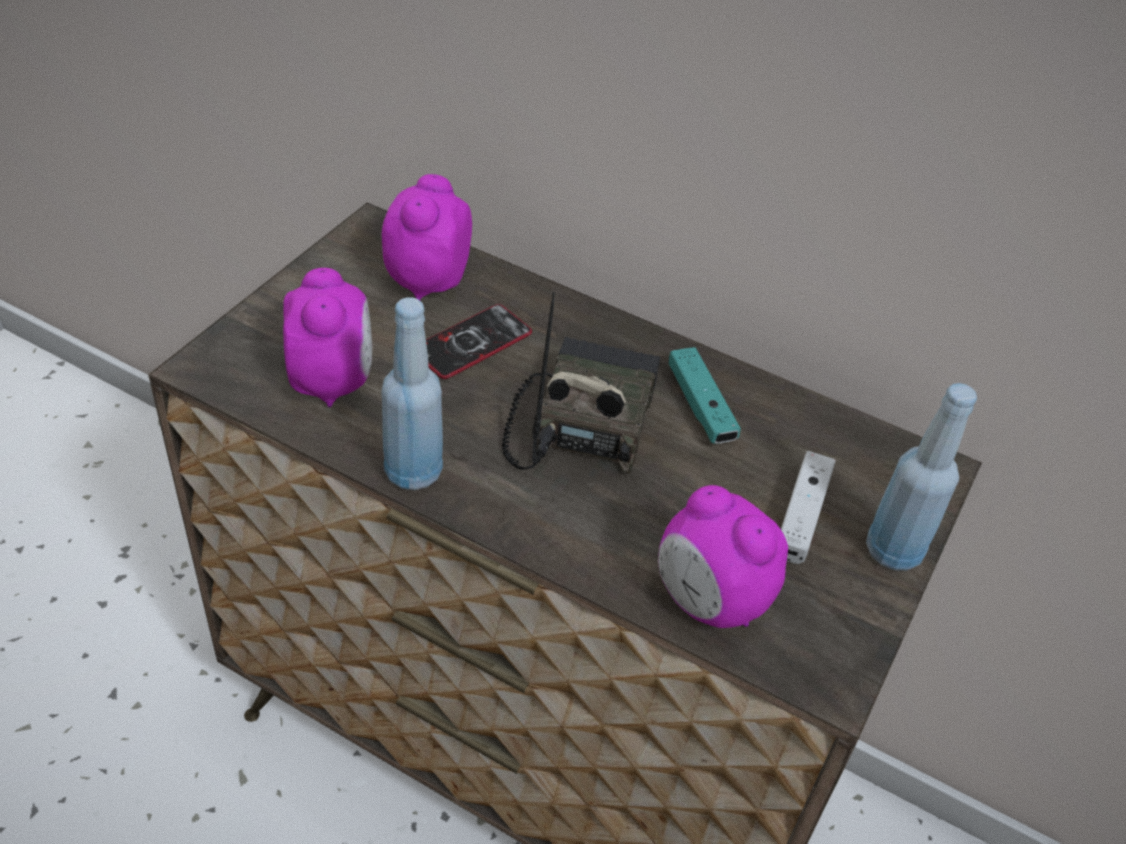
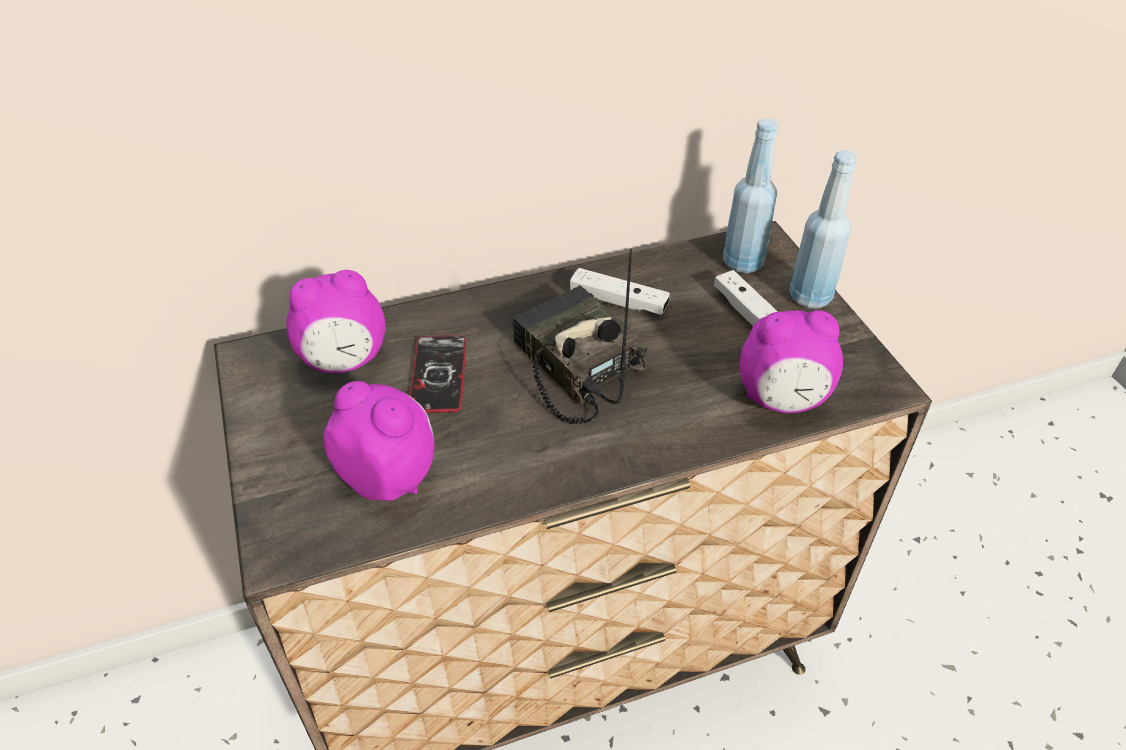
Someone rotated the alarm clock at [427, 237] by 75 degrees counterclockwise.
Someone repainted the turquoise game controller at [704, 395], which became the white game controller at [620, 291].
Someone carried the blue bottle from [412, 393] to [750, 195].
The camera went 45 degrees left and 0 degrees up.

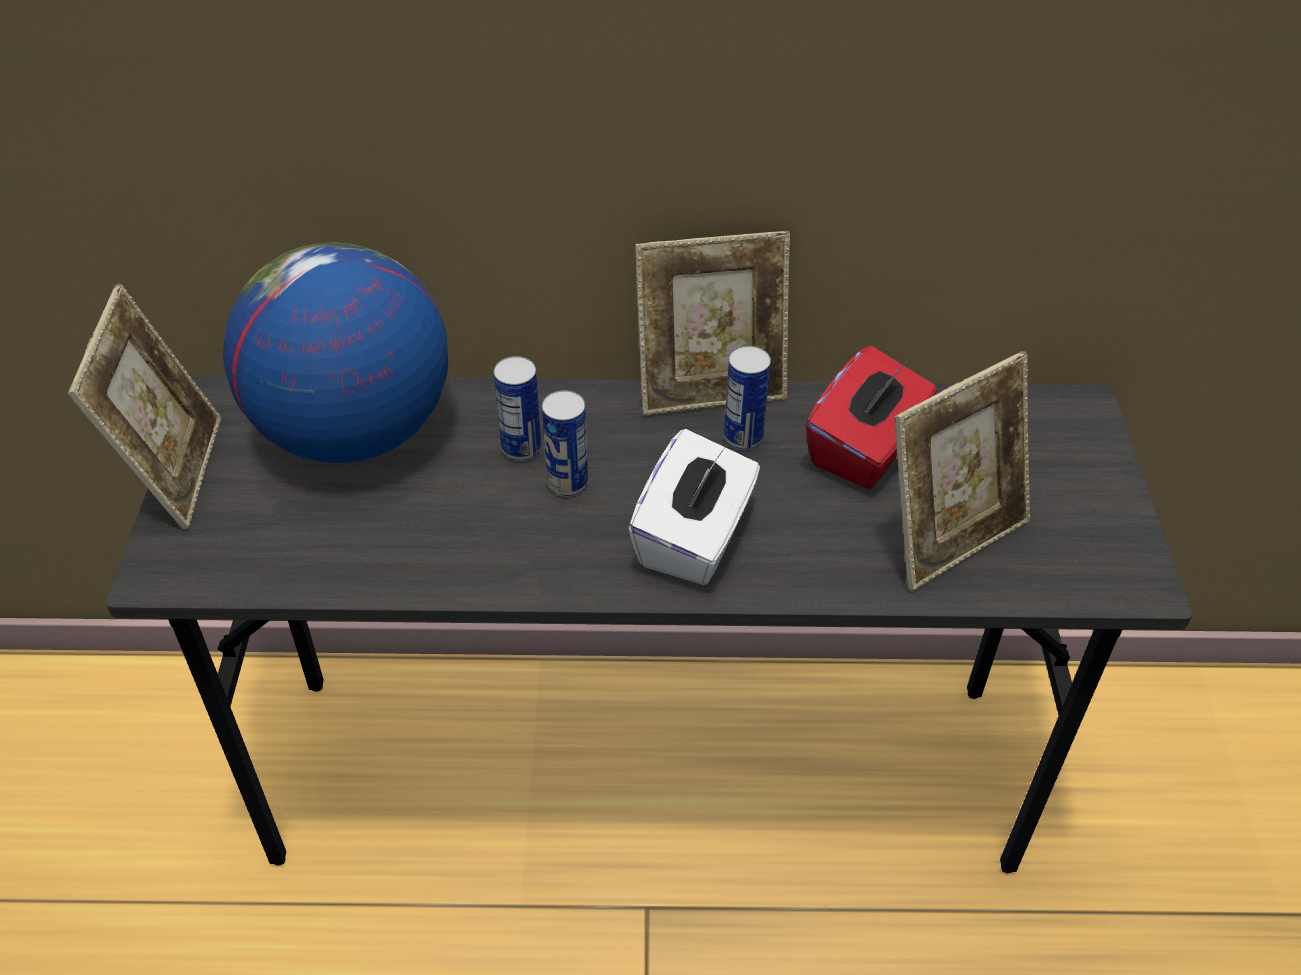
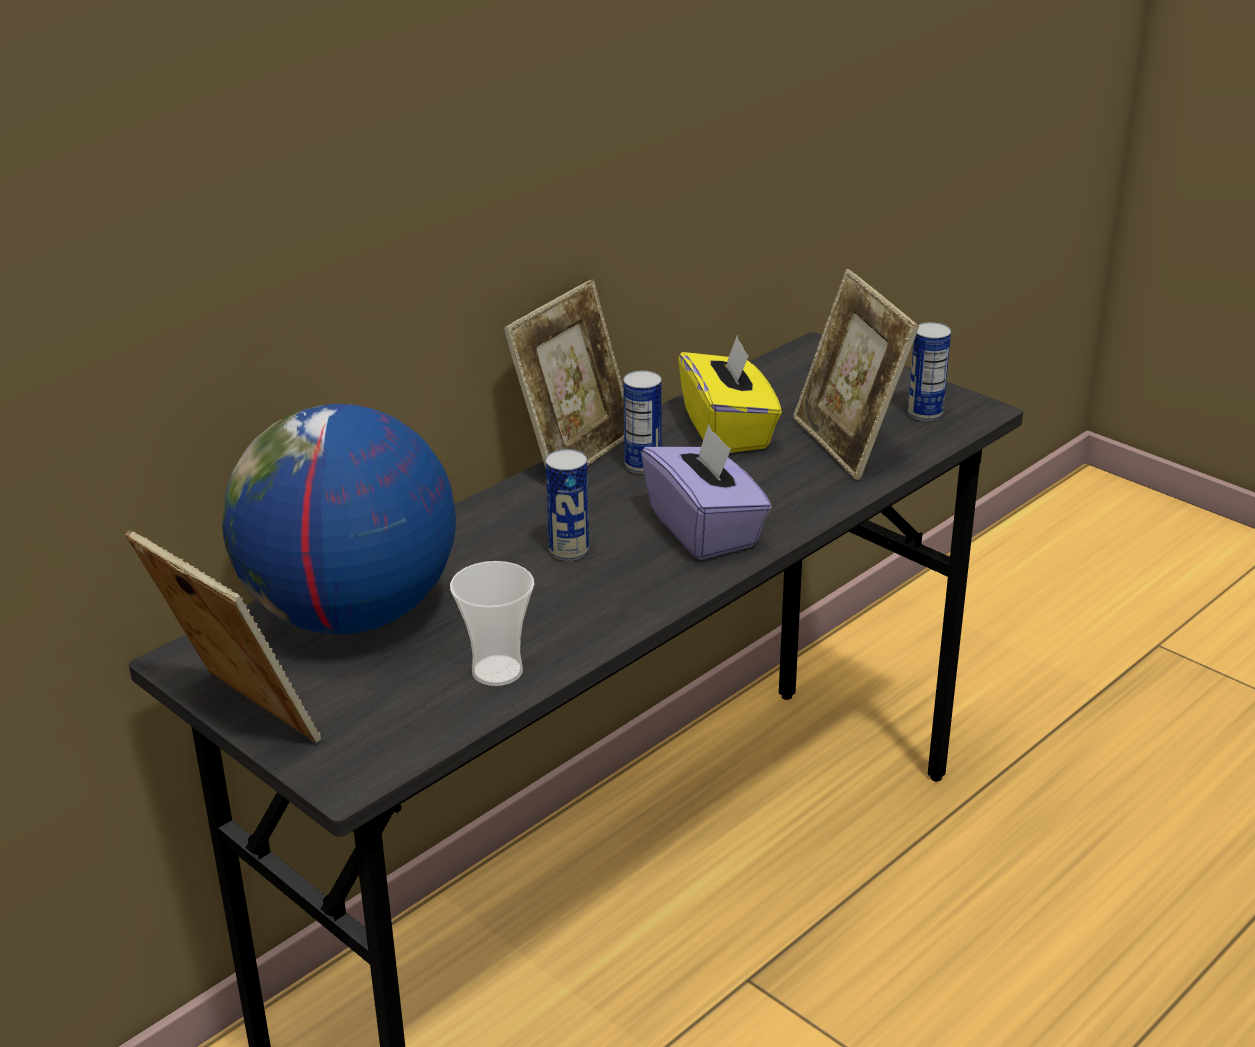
Someone put down the cup at [492, 623].
Someone repainted the white tissue box at [694, 507], which became the purple tissue box at [706, 492].
Someone repainted the red tissue box at [871, 417], which became the yellow tissue box at [730, 394].
Someone rotated the picture frame at [962, 471] by 150 degrees clockwise.
Someone carried the can from [517, 408] to [929, 371].
The camera went 45 degrees left and 15 degrees down.

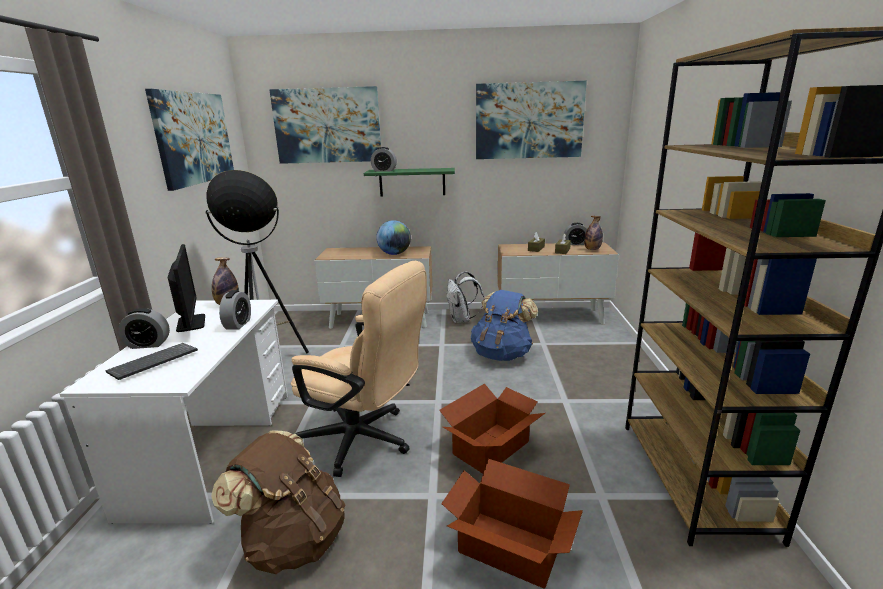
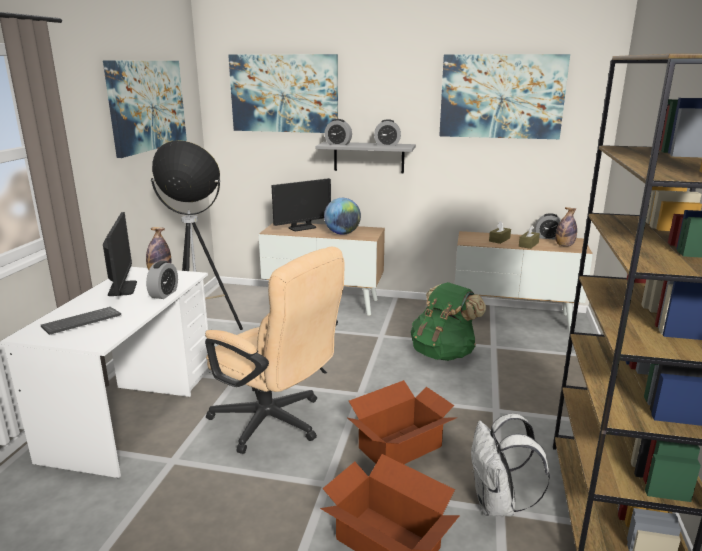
Someone put down the monitor at [301, 204].
Someone repainted the green shelf at [409, 182], which became the grey shelf at [365, 157].
Someone carried the alarm clock from [144, 328] to [387, 132].
Someone repainted the blue backpack at [504, 325], which became the green backpack at [448, 321].
Someone carried the white backpack from [465, 297] to [510, 465].
Someone took away the brown backpack at [278, 502].
The camera went 10 degrees right and 0 degrees up.

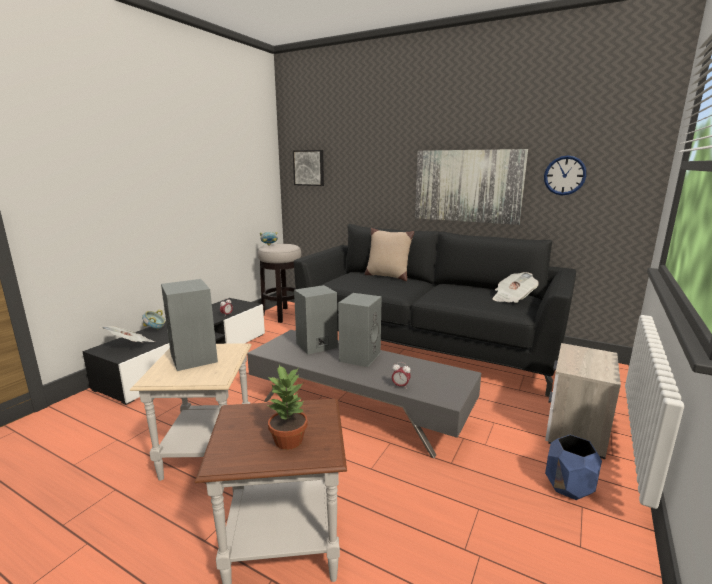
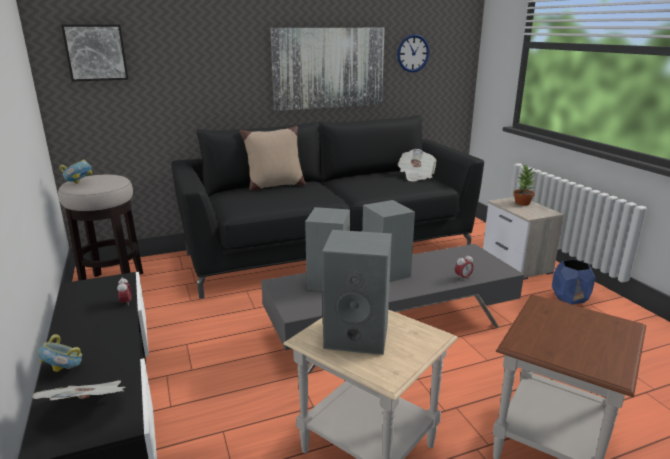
Someone carried the potted plant from [287, 407] to [524, 185].
The camera went 50 degrees left and 5 degrees up.

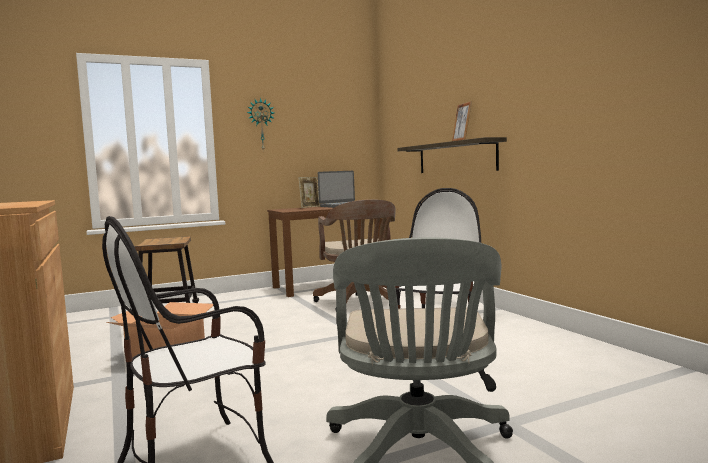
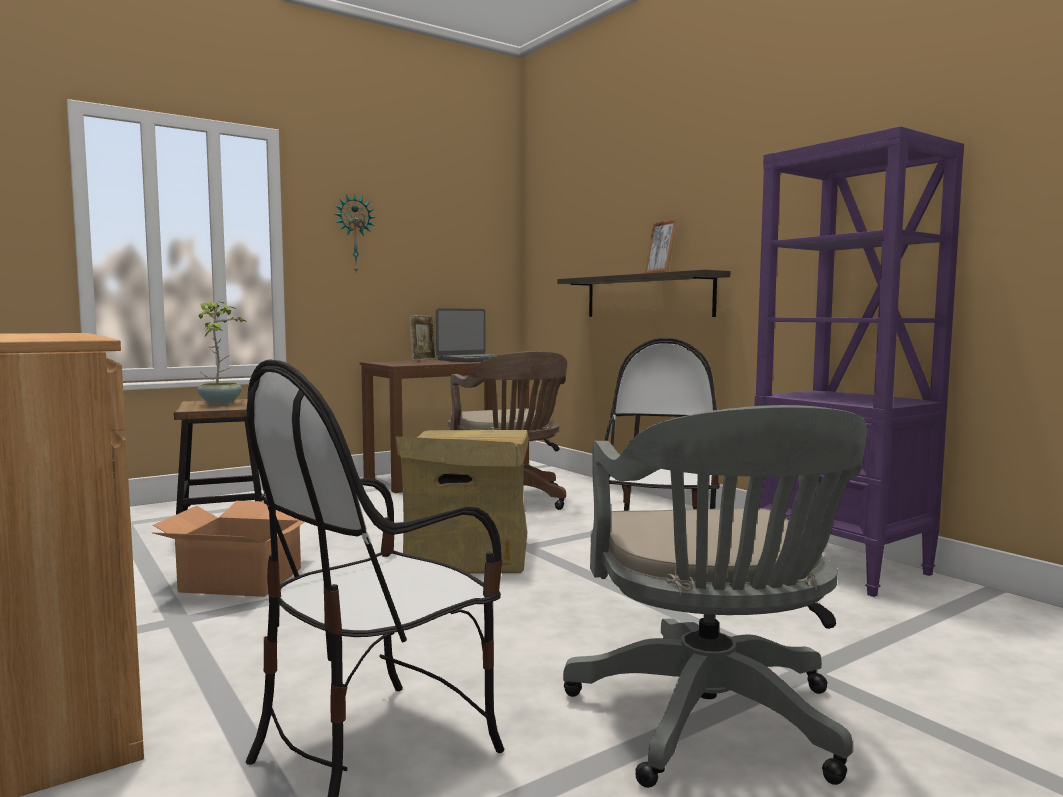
Someone put down the potted plant at [222, 352].
Someone put down the cardboard box at [462, 502].
Someone put down the purple bookcase at [859, 361].
The camera went 10 degrees left and 0 degrees up.

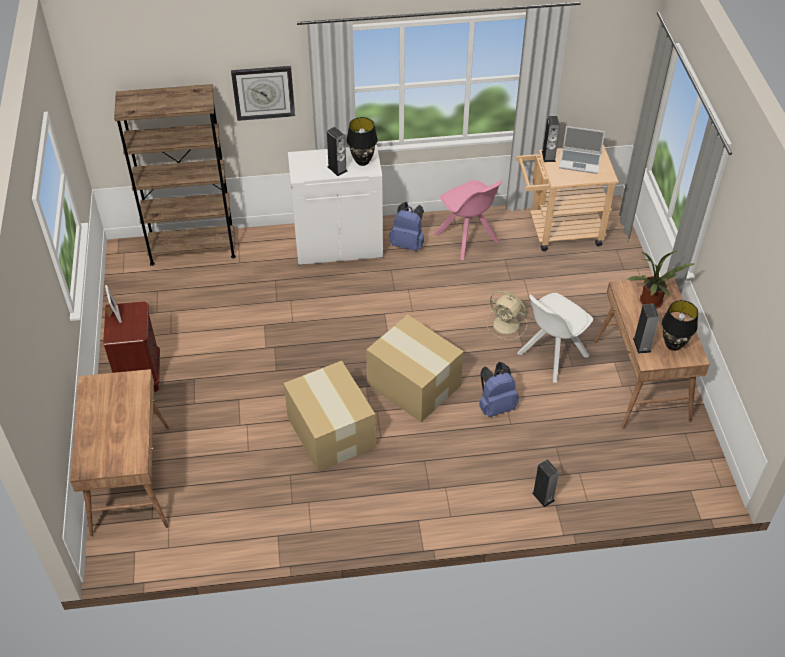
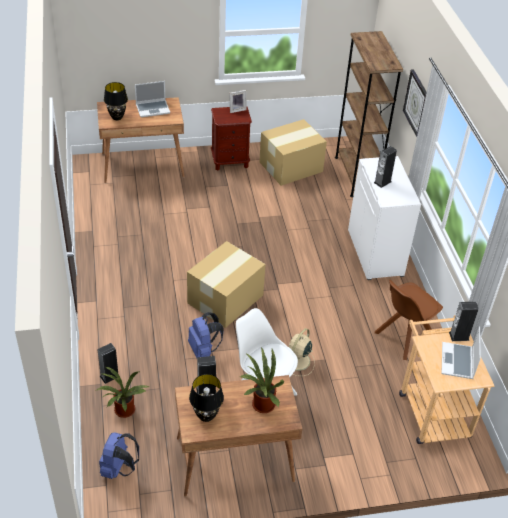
Someone put down the potted plant at [123, 392].
Someone carried the blue backpack from [406, 226] to [119, 456].
Someone carried the black table lamp from [362, 141] to [116, 101].
Someone put down the laptop at [152, 99].
Someone carried the cardboard box from [329, 416] to [293, 152].
Someone repainted the pink chair at [468, 220], which became the brown chair at [409, 320].
The camera went 85 degrees right and 5 degrees down.

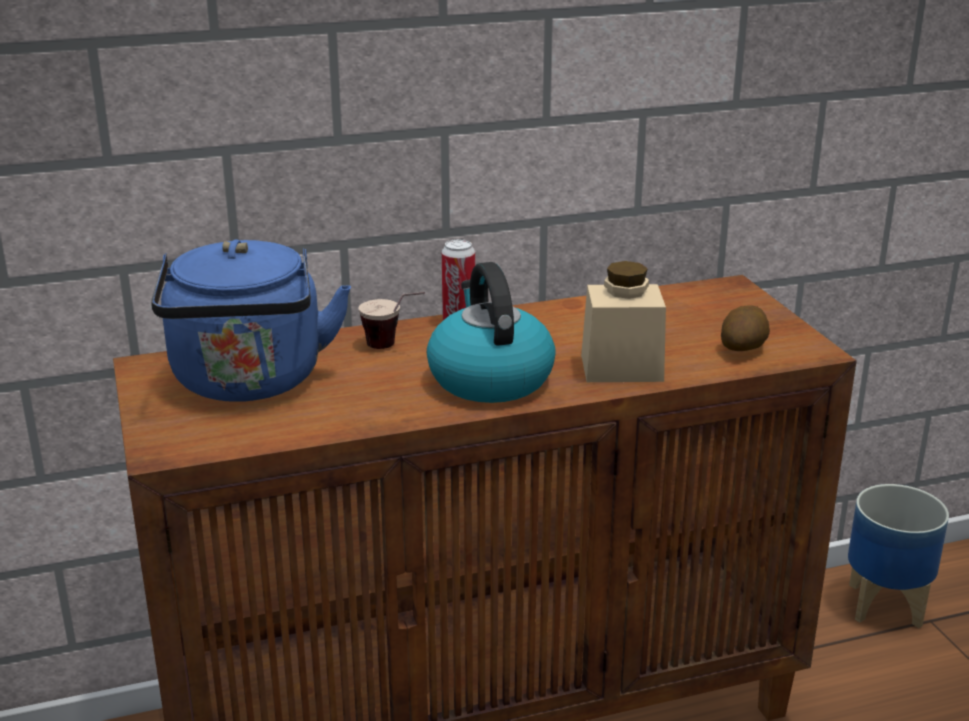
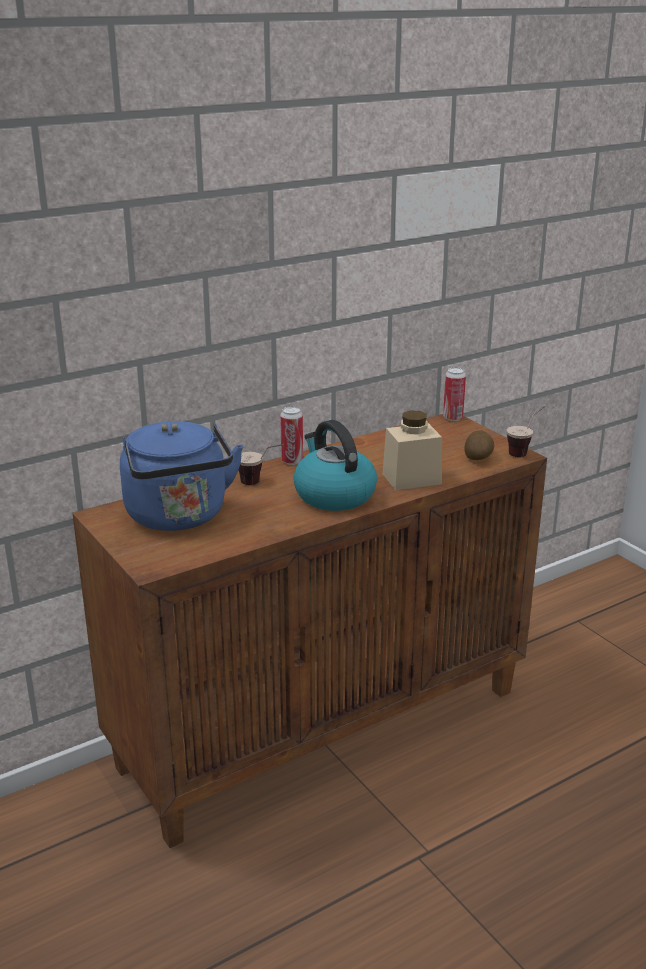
Someone put down the can at [454, 394].
Someone put down the cup at [526, 431].
Someone took away the planter at [898, 556].
The camera went 15 degrees left and 0 degrees up.

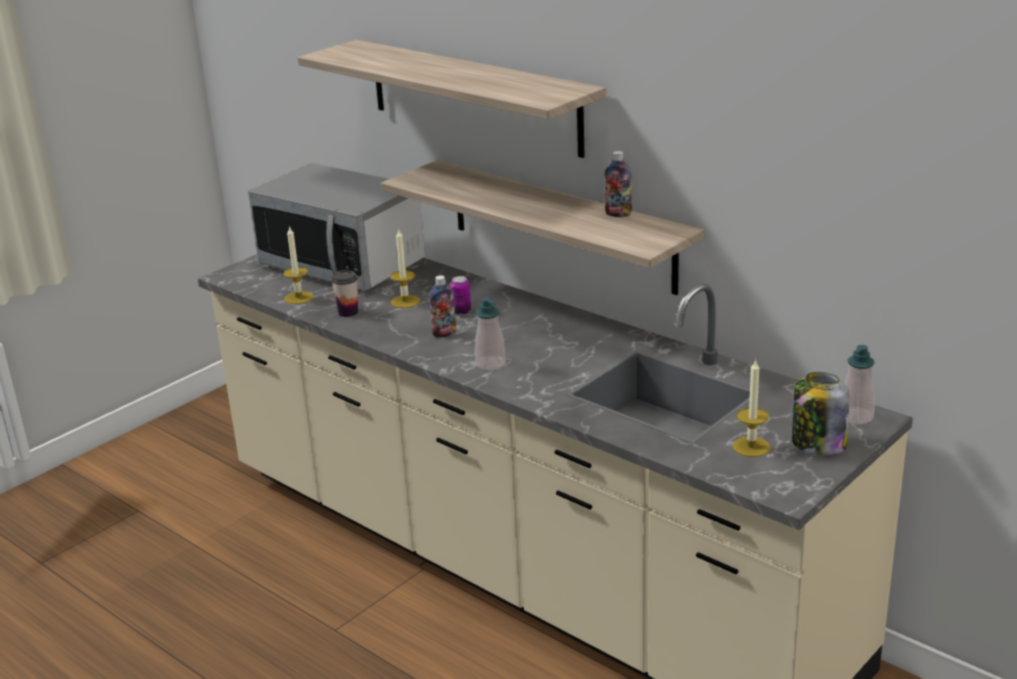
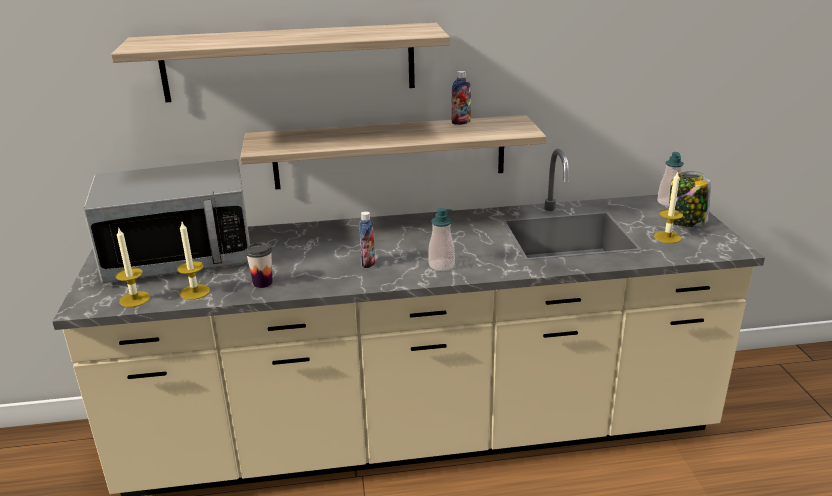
Someone carried the candle from [405, 269] to [133, 267].
Someone took away the can at [460, 295].
The camera went 50 degrees left and 0 degrees up.

